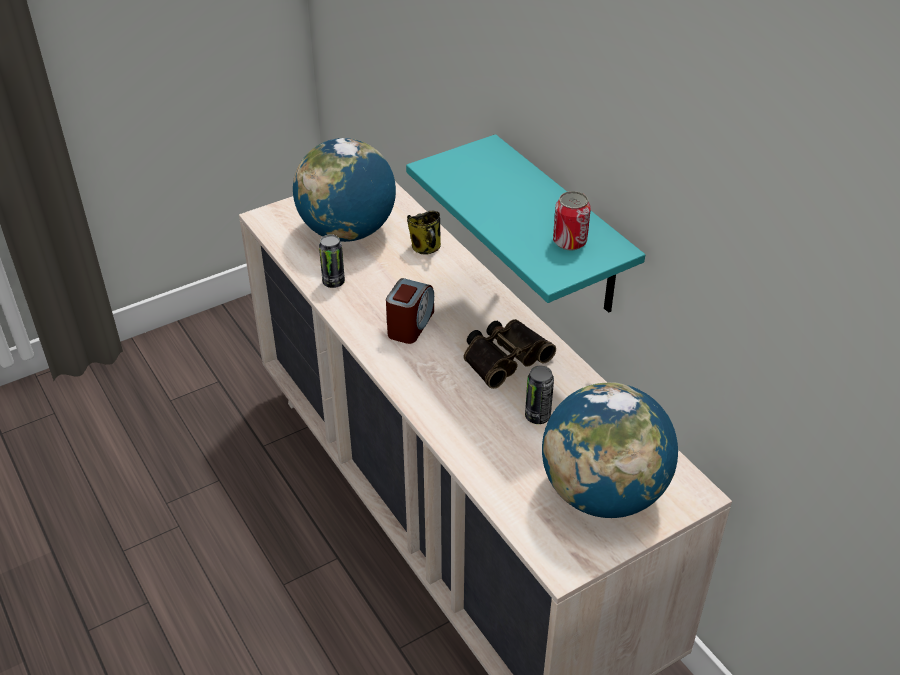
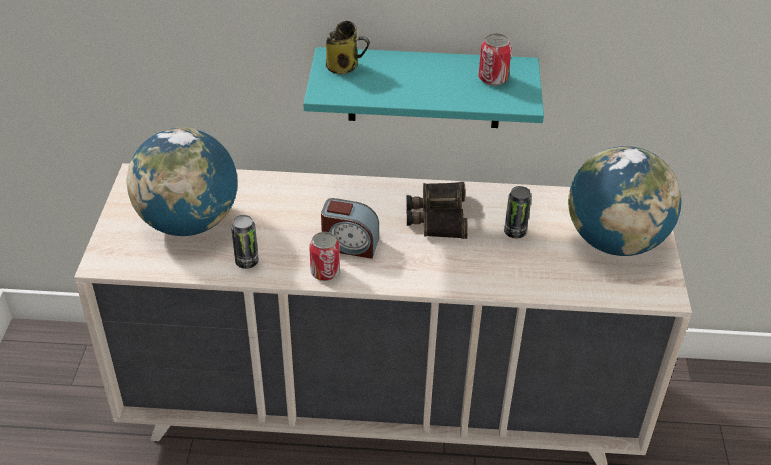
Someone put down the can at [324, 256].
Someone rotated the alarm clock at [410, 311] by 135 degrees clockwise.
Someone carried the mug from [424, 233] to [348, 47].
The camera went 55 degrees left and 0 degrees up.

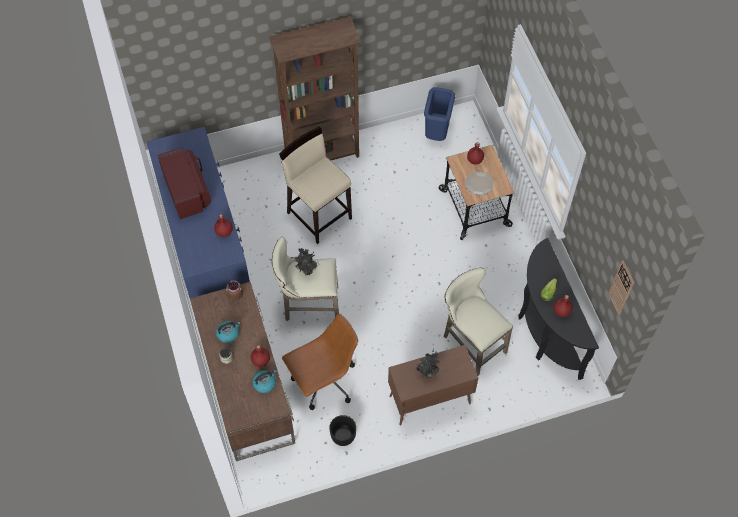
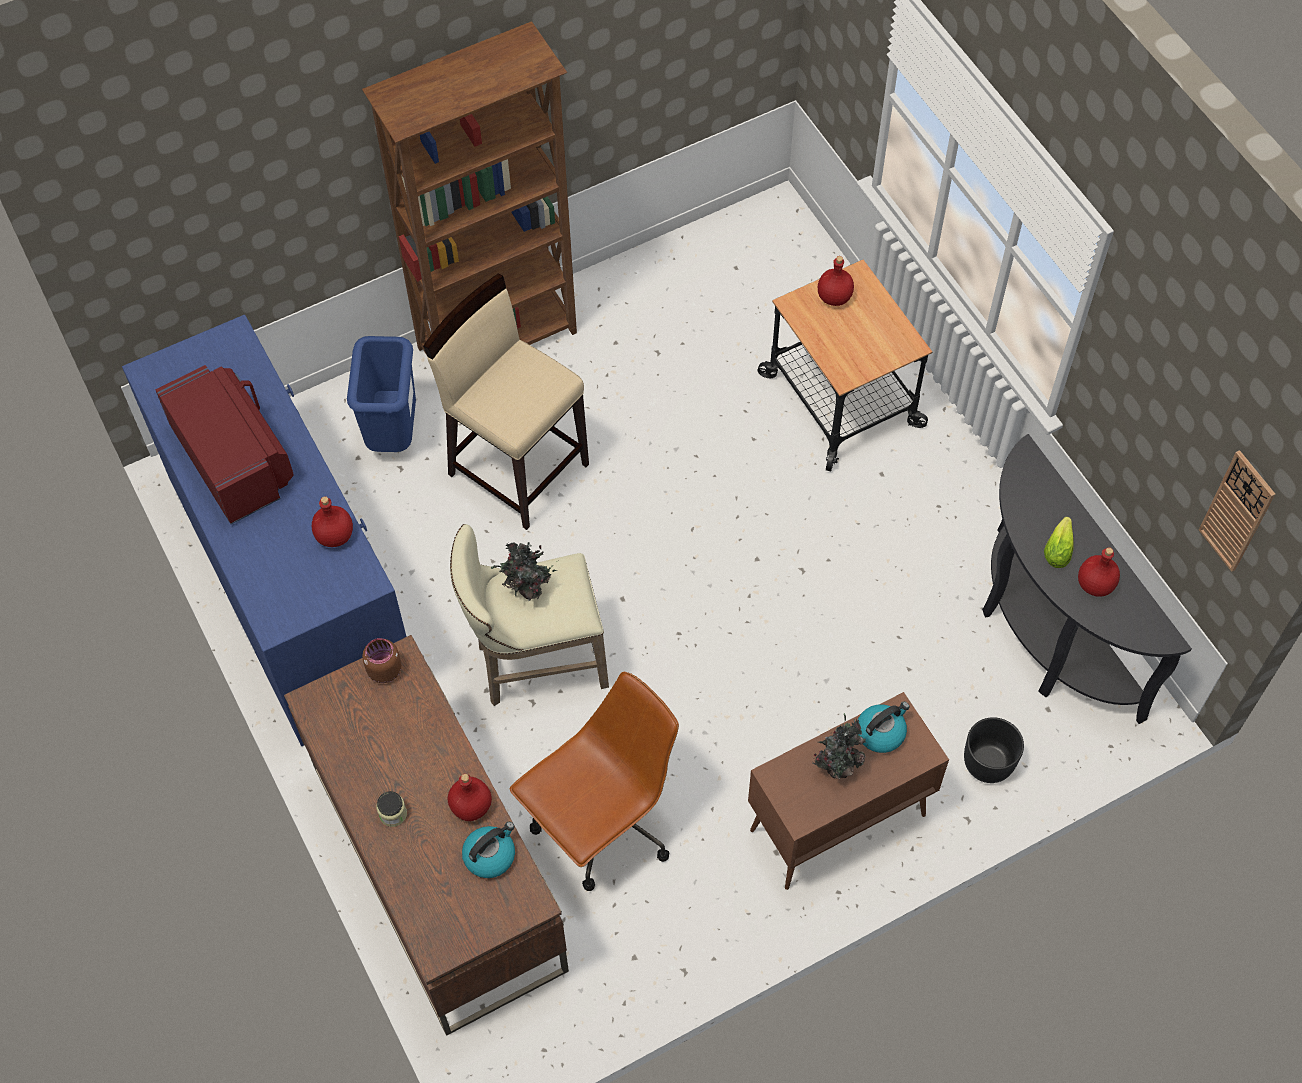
Someone carried the blue trash can from [439, 114] to [381, 394].
Someone carried the kettle from [228, 332] to [884, 727].
Someone carried the black planter from [342, 430] to [994, 750].
Someone took away the beige stool at [478, 322].
Someone took away the plate at [479, 184].
The camera went 10 degrees left and 0 degrees up.

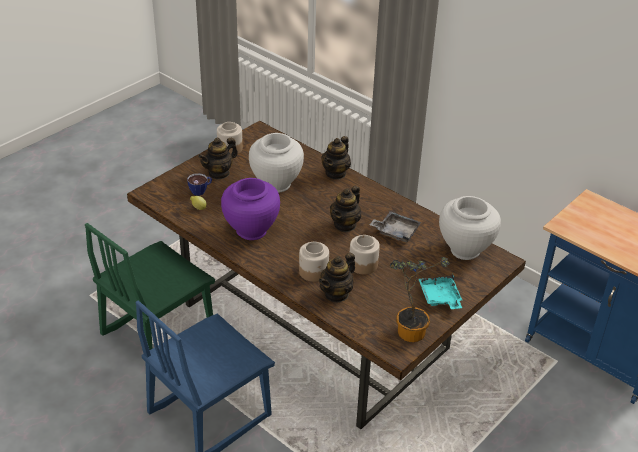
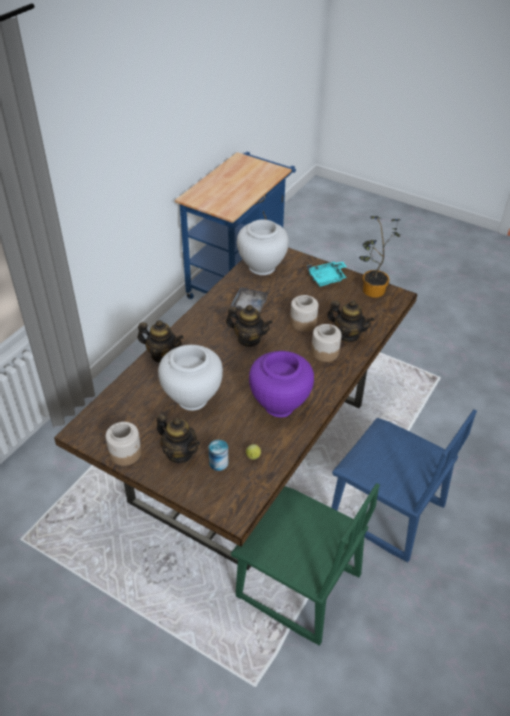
Someone swapped the cup at [199, 184] for the can at [218, 455].
The camera went 100 degrees left and 5 degrees up.

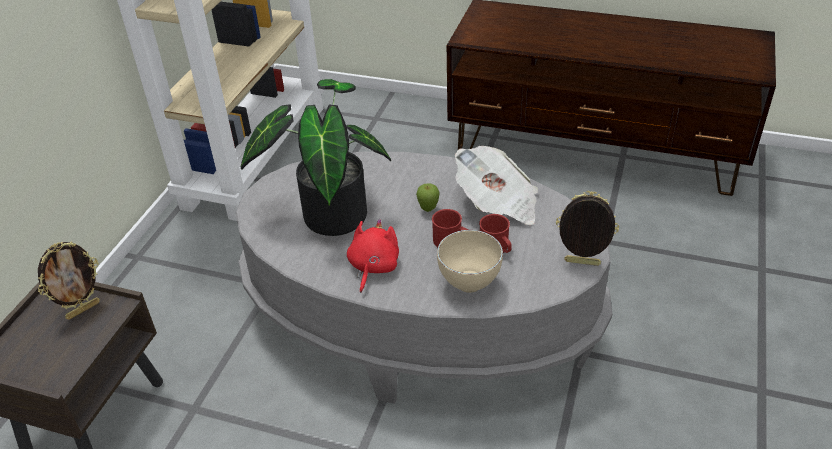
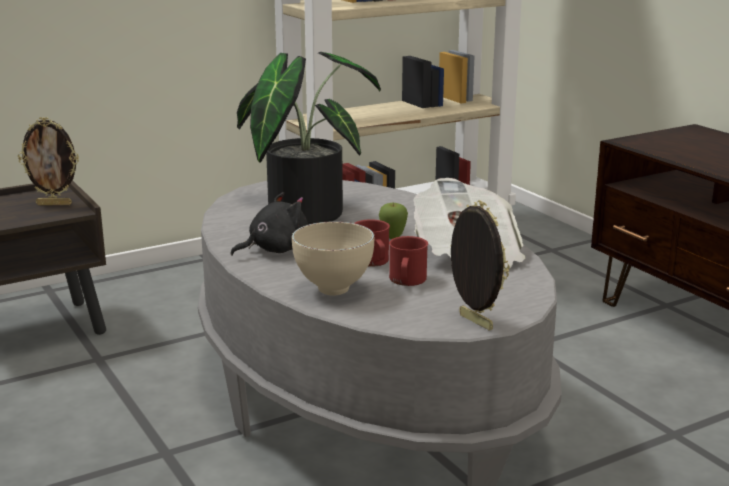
Someone repainted the red plush toy at [373, 256], which became the black plush toy at [269, 224].
The camera went 40 degrees right and 20 degrees down.

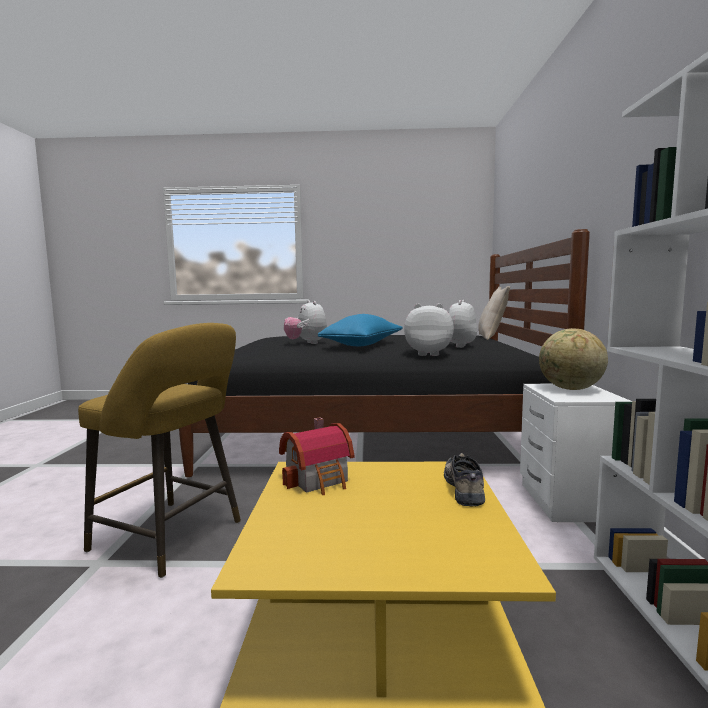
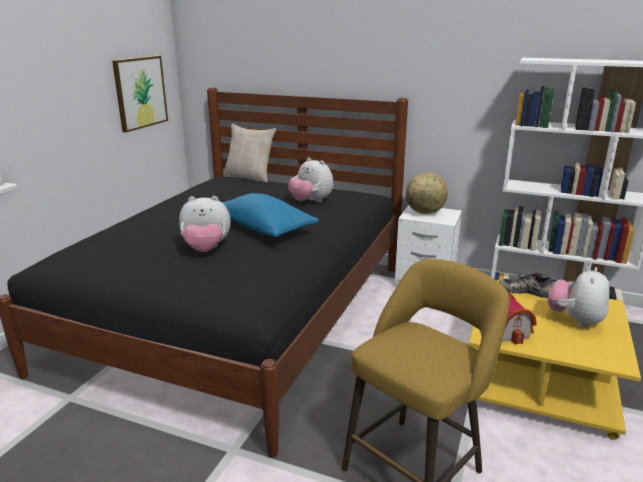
Someone put up the picture at [140, 94].
Someone carried the plush toy from [429, 329] to [579, 297].
The camera went 70 degrees left and 15 degrees up.

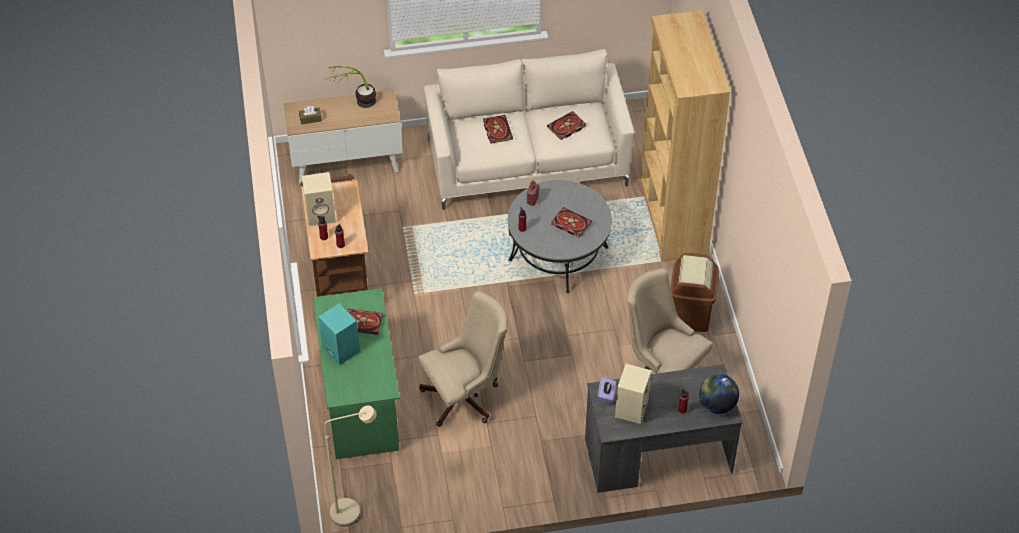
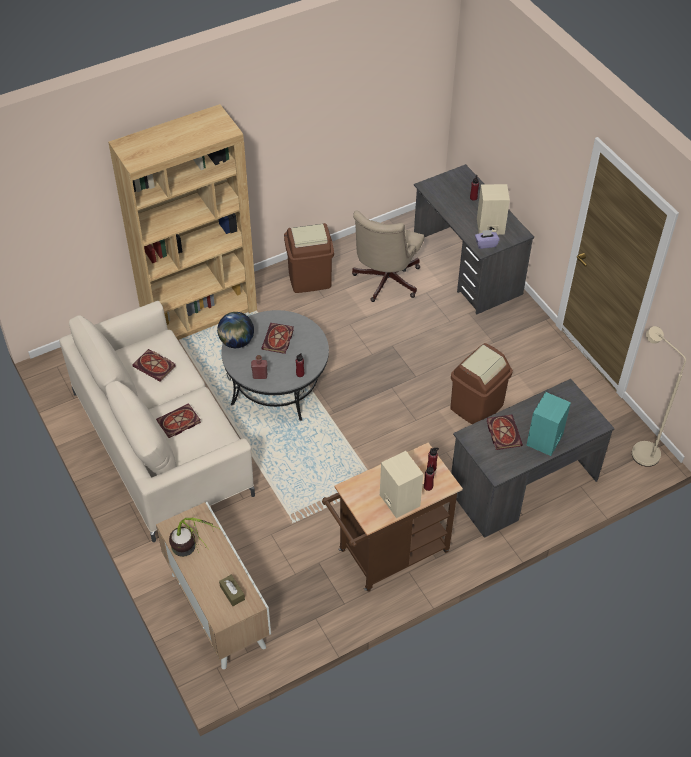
Someone carried the globe from [719, 394] to [235, 330].
Someone swapped the beige office chair at [463, 359] for the brown trash can at [481, 383].
Someone repainted the green desk at [356, 373], which became the grey desk at [533, 458].
The camera went 110 degrees left and 0 degrees up.

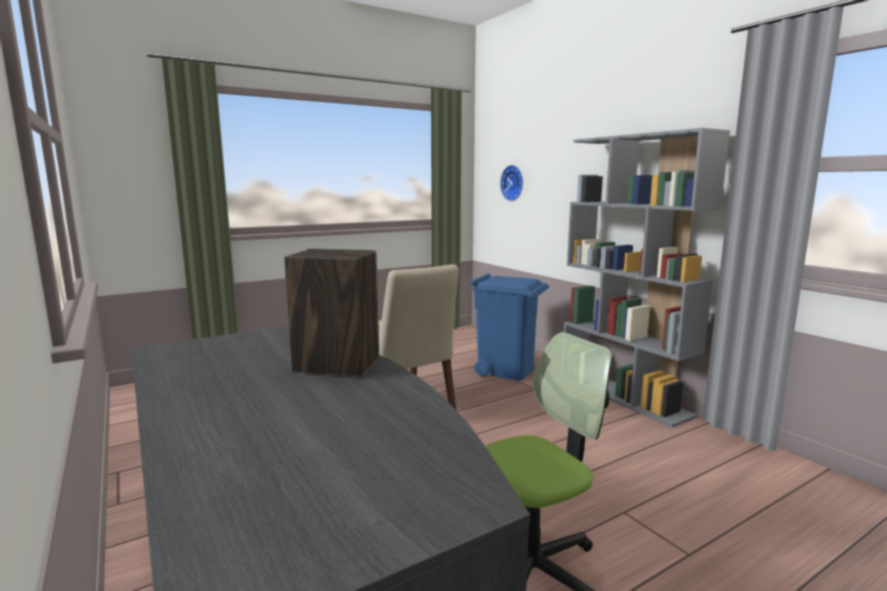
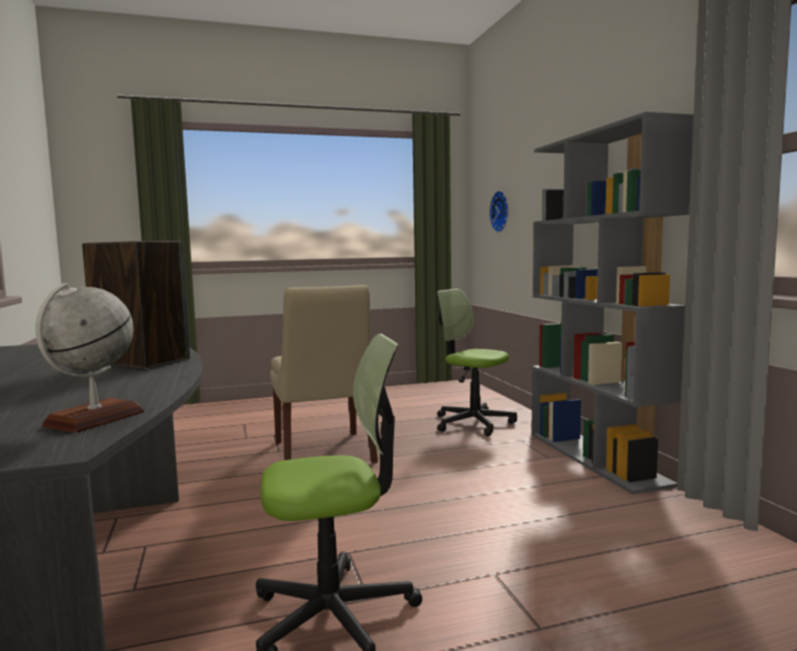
Someone put down the globe at [89, 358].
Someone swapped the blue trash can at [509, 326] for the office chair at [477, 362].
The camera went 15 degrees right and 5 degrees down.

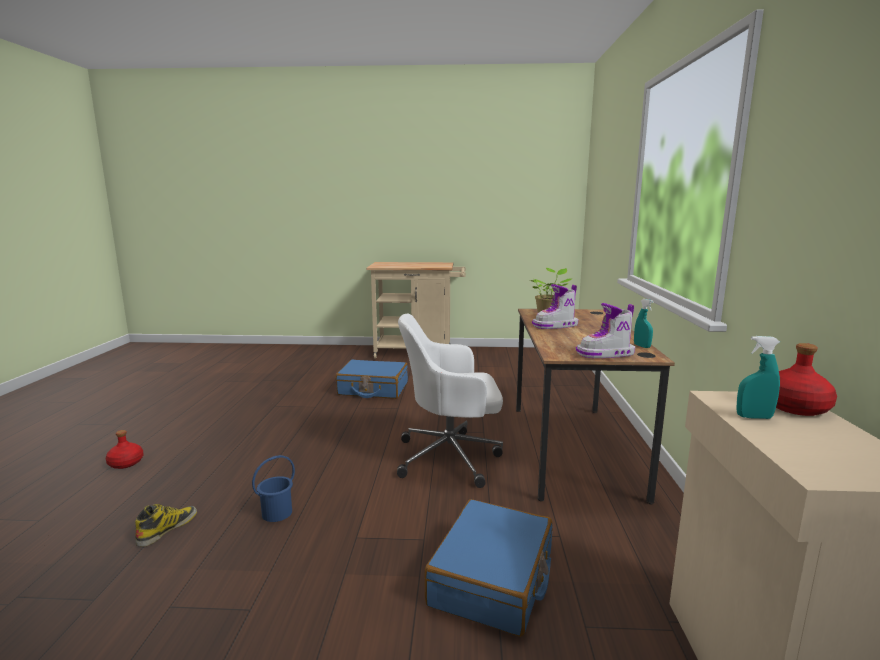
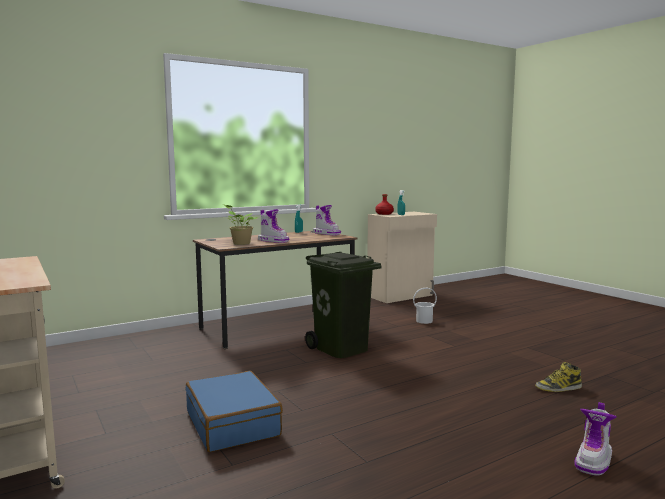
Someone swapped the white office chair at [450, 400] for the green trash can at [343, 305].
Someone swapped the blue suitcase at [488, 568] for the white bucket at [425, 306].
Someone swapped the red bottle at [125, 449] for the boot at [595, 439].
Someone took away the blue bucket at [273, 488].
The camera went 125 degrees left and 5 degrees down.

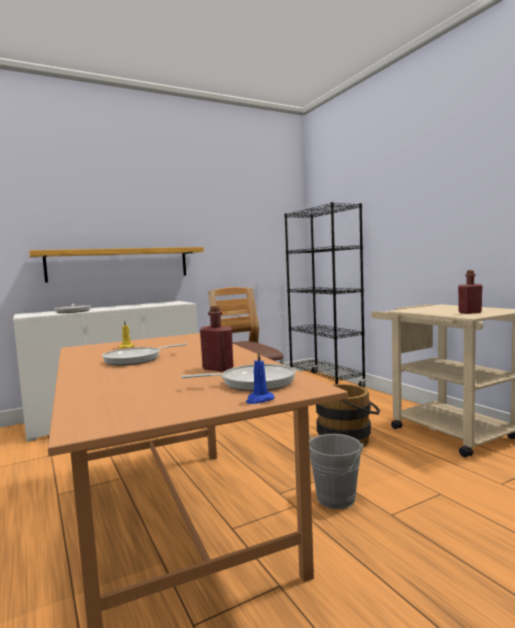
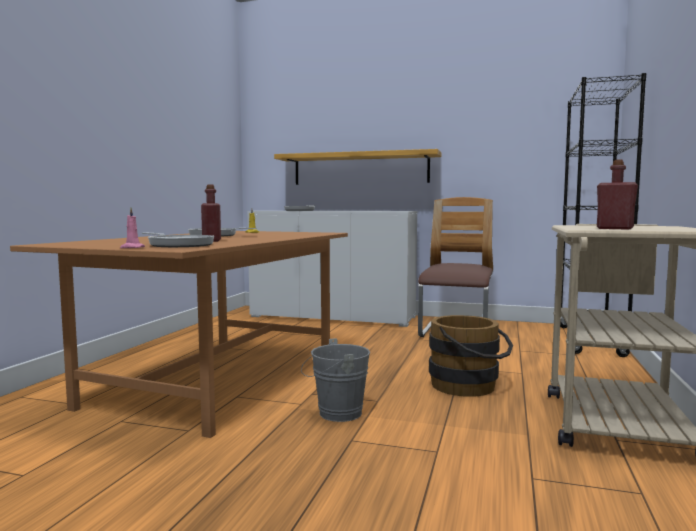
Someone repainted the blue candle at [260, 377], which became the pink candle at [132, 228].
The camera went 45 degrees right and 0 degrees up.

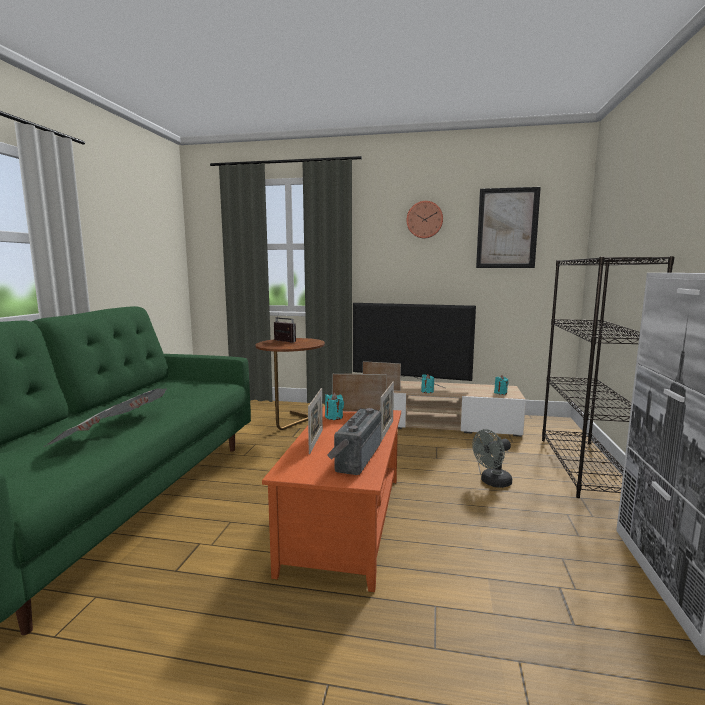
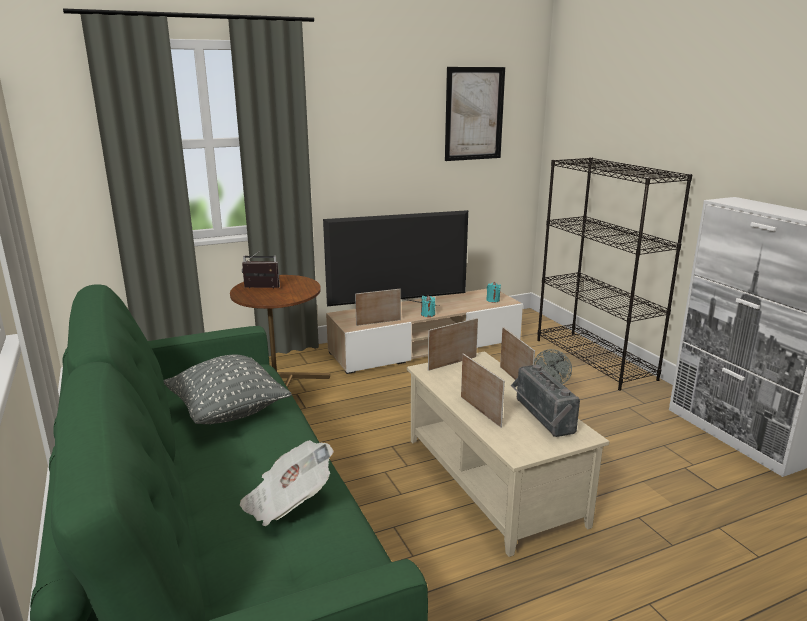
Someone put down the grey pillow at [228, 389].
Someone repainted the orange coffee table at [331, 499], which became the beige coffee table at [508, 454].
Someone took away the newspaper at [135, 403].
Someone took away the turquoise candle at [334, 406].
Someone took away the wall clock at [425, 219].
The camera went 35 degrees left and 10 degrees up.

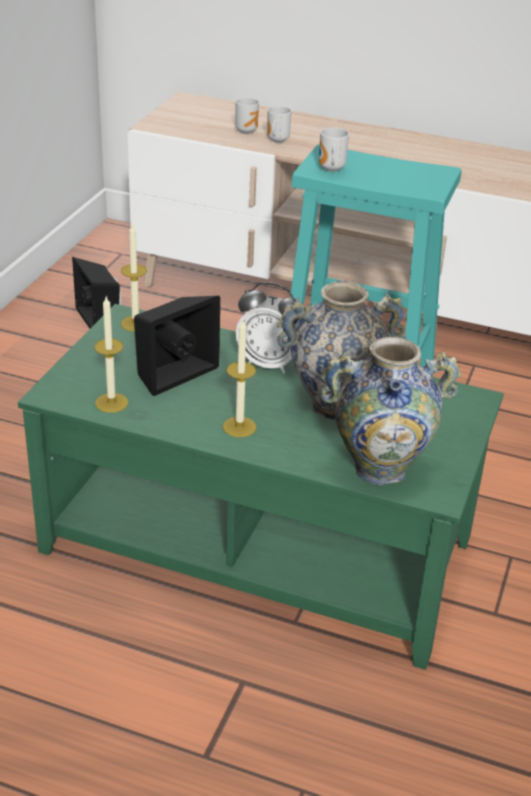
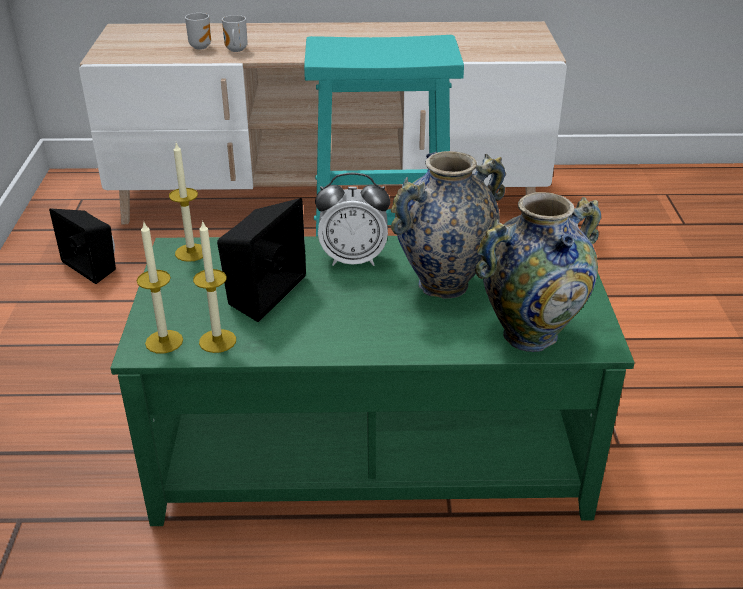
Someone carried the candle from [239, 378] to [160, 287].
Someone took away the mug at [334, 149].
The camera went 20 degrees left and 0 degrees up.

